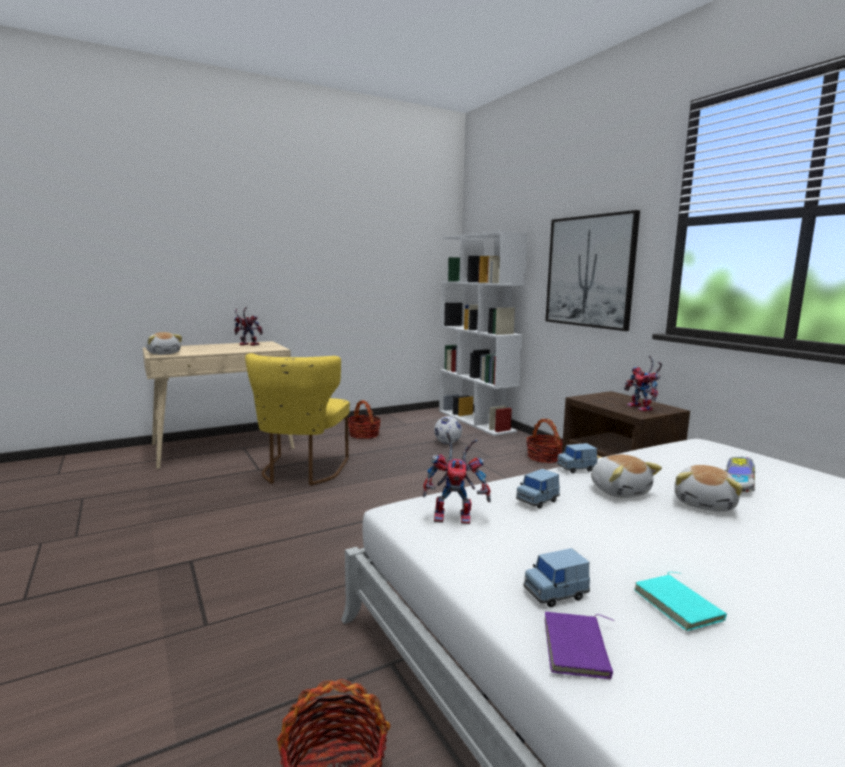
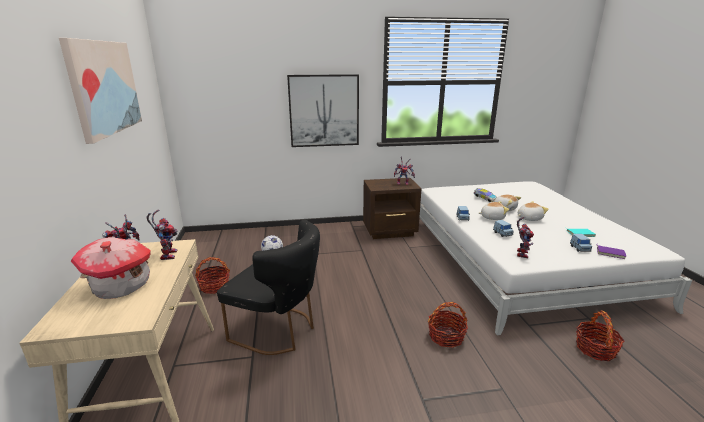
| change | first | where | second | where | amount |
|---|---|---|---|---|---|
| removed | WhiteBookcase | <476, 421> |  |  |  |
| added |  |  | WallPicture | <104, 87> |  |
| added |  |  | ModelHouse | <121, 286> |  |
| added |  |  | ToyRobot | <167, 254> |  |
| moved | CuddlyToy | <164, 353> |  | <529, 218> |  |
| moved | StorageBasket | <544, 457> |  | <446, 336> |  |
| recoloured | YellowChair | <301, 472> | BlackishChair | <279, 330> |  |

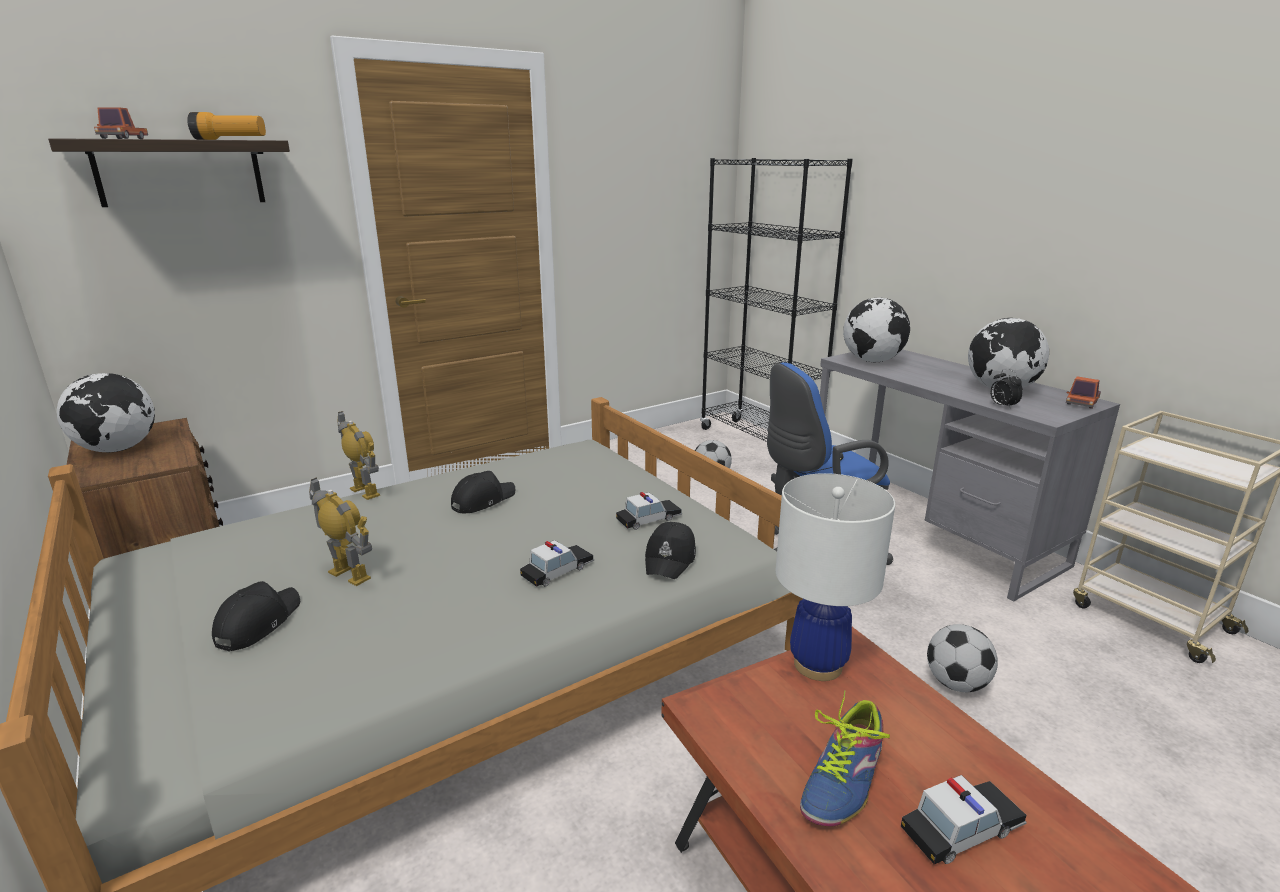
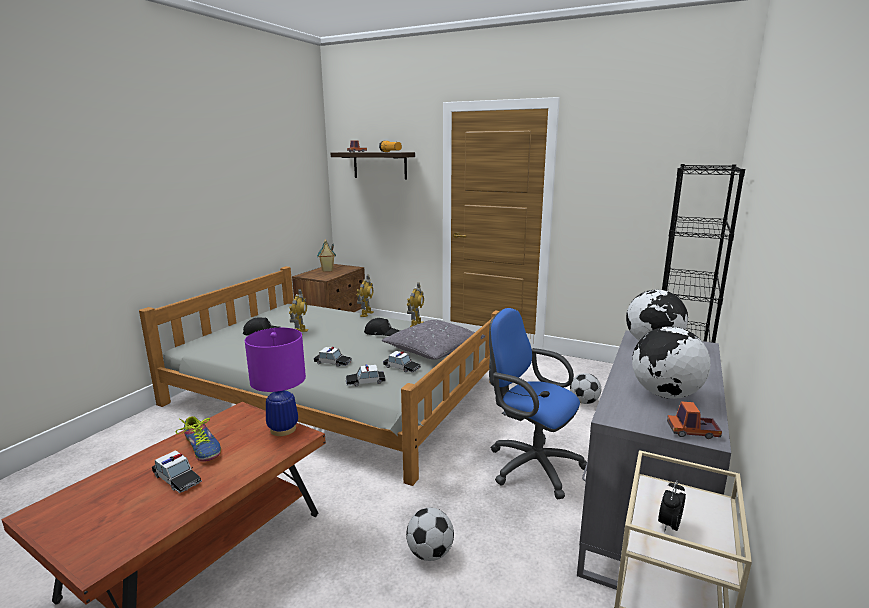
| change | first | where | second | where | amount |
|---|---|---|---|---|---|
| added |  |  | GrayCushion | <433, 349> |  |
| added |  |  | ToyRobot | <416, 324> |  |
| moved | TableClock | <1002, 406> |  | <669, 525> |  |
| replaced | WorldGlobe | <118, 449> | ModelHouse | <327, 270> |  |
| replaced | BlackishCap | <671, 559> | ModelCar | <365, 382> |  |
| recoloured | WhiteTableLamp | <817, 664> | PurpleTableLamp | <283, 429> |  |
| turned | LowShoe | <843, 778> |  | <202, 447> | 135 degrees counterclockwise |

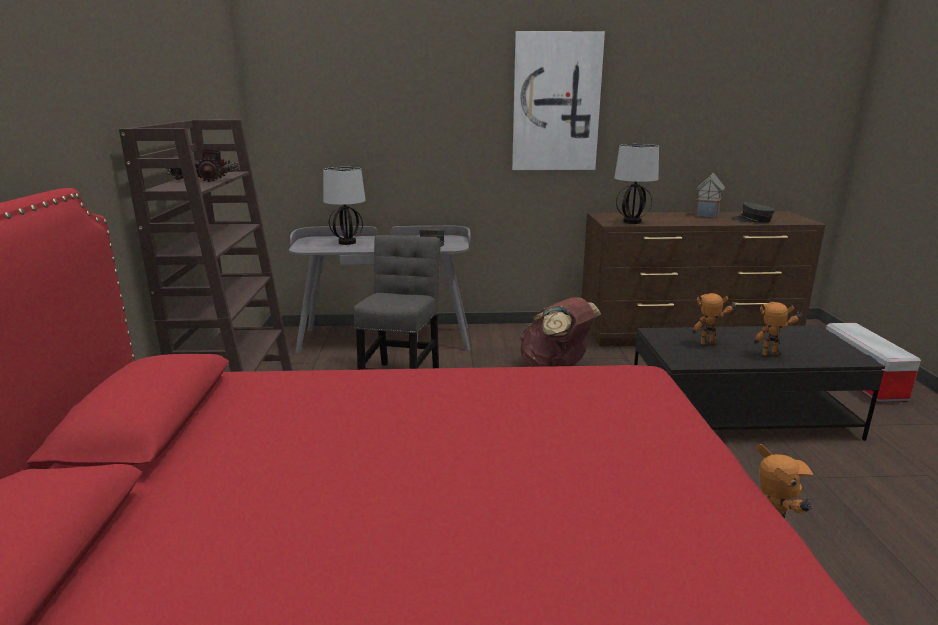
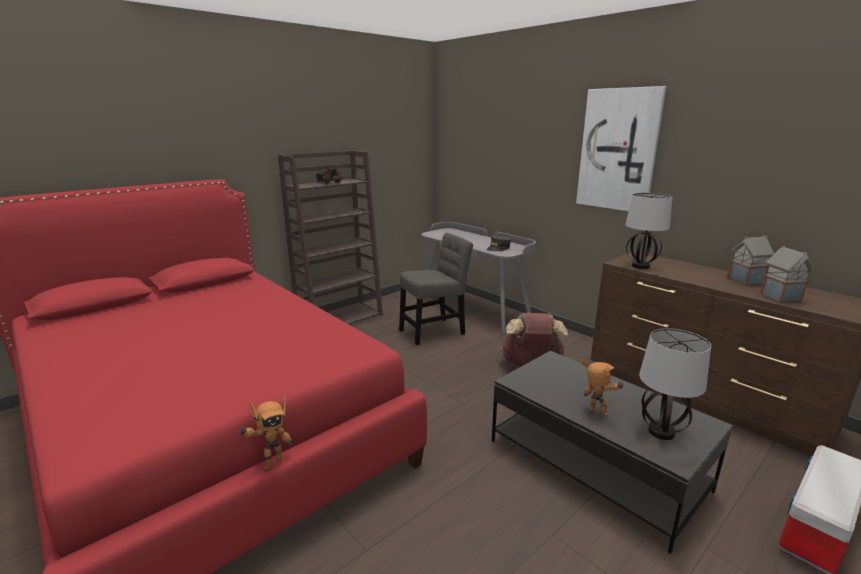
| change | first | where | second | where | amount |
|---|---|---|---|---|---|
| removed | ToyRobot | <710, 345> |  |  |  |
| moved | TableLamp | <347, 242> |  | <661, 432> |  |
| replaced | GrayCap | <752, 220> | ModelHouse | <781, 297> |  |

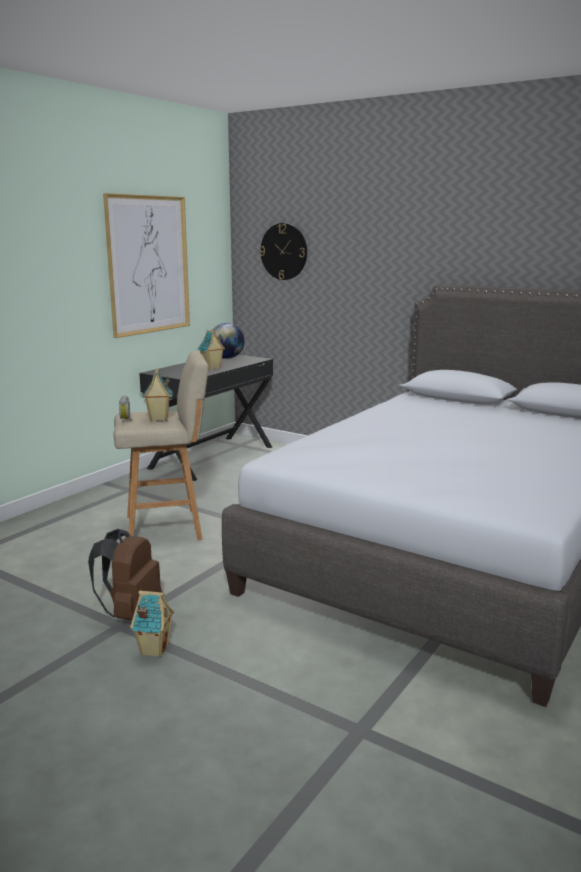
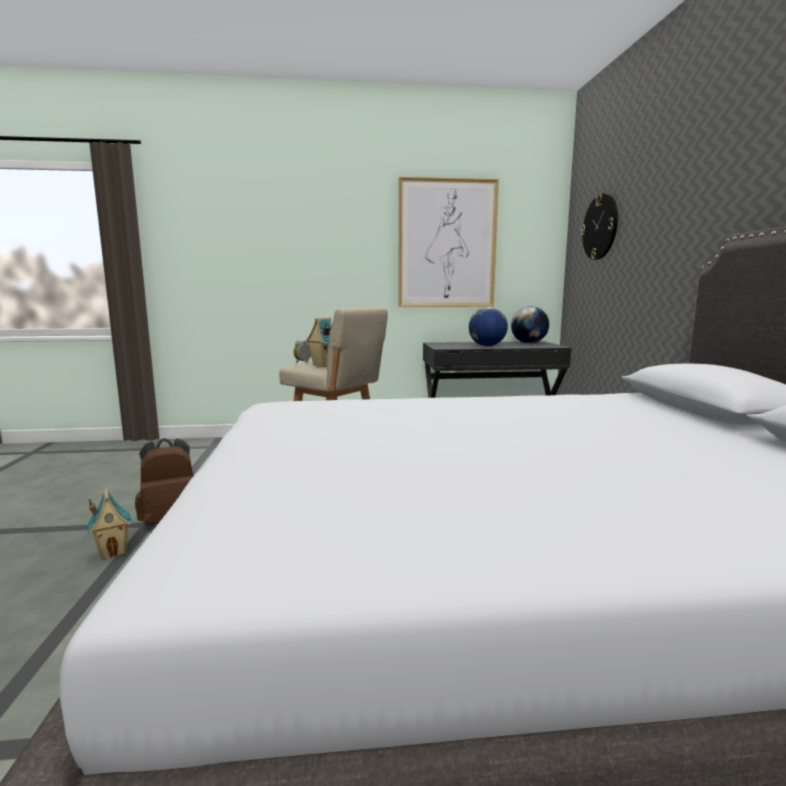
| change | first | where | second | where | amount |
|---|---|---|---|---|---|
| replaced | ModelHouse | <212, 368> | WorldGlobe | <487, 346> |  |

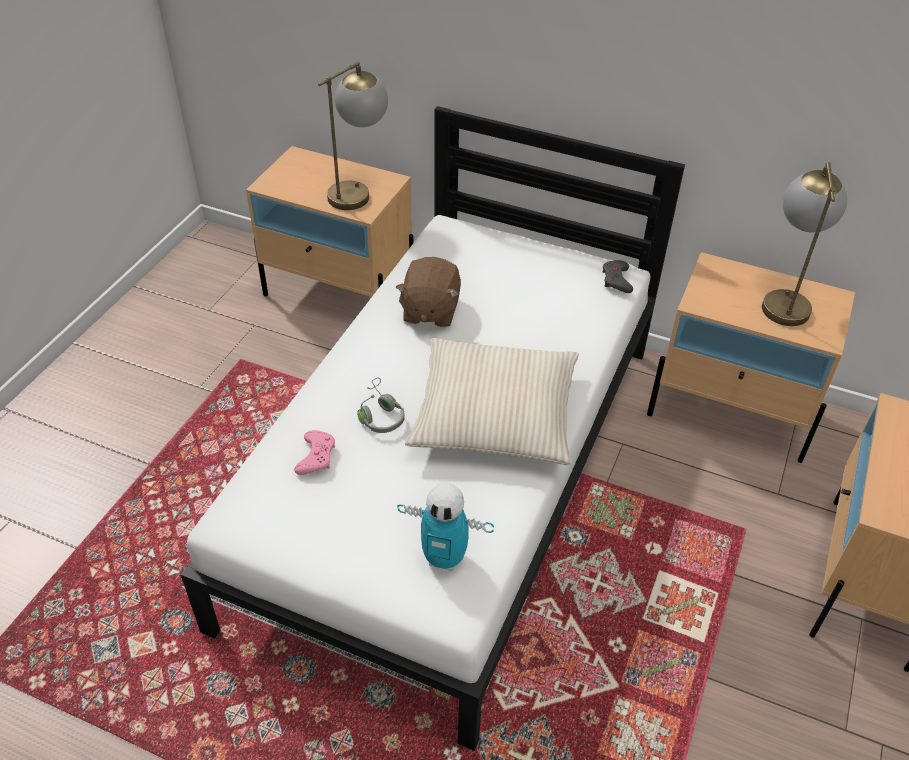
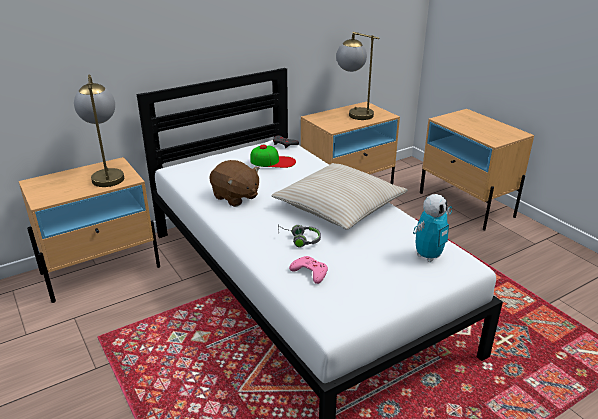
| change | first | where | second | where | amount |
|---|---|---|---|---|---|
| added |  |  | Cap | <273, 161> |  |

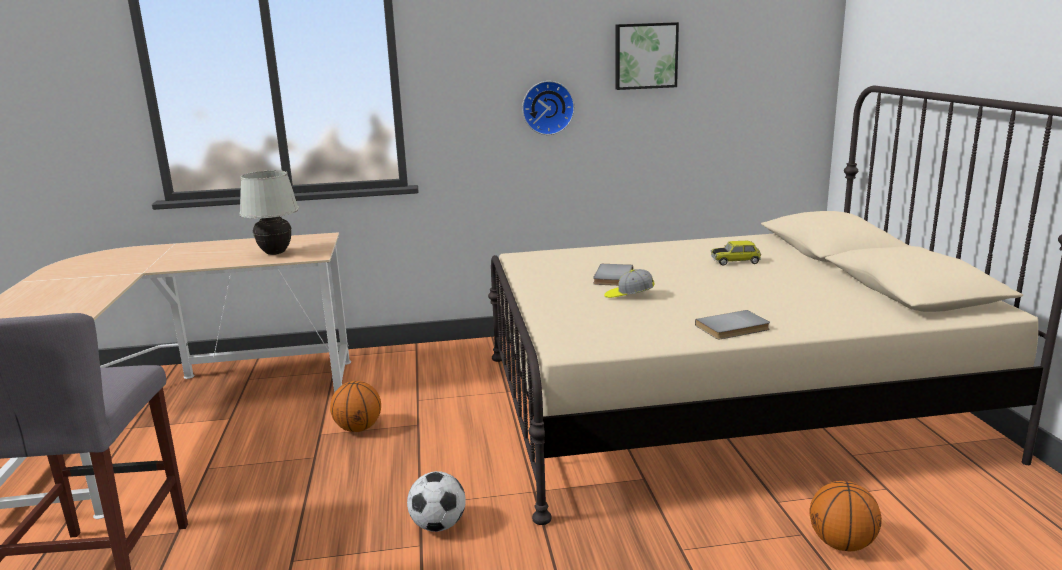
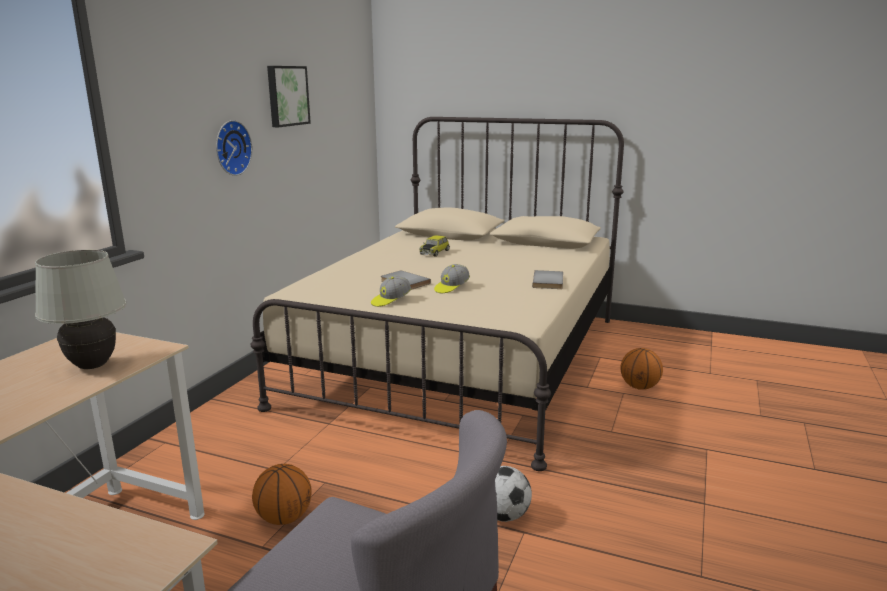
| change | first | where | second | where | amount |
|---|---|---|---|---|---|
| added |  |  | Cap | <390, 300> |  |

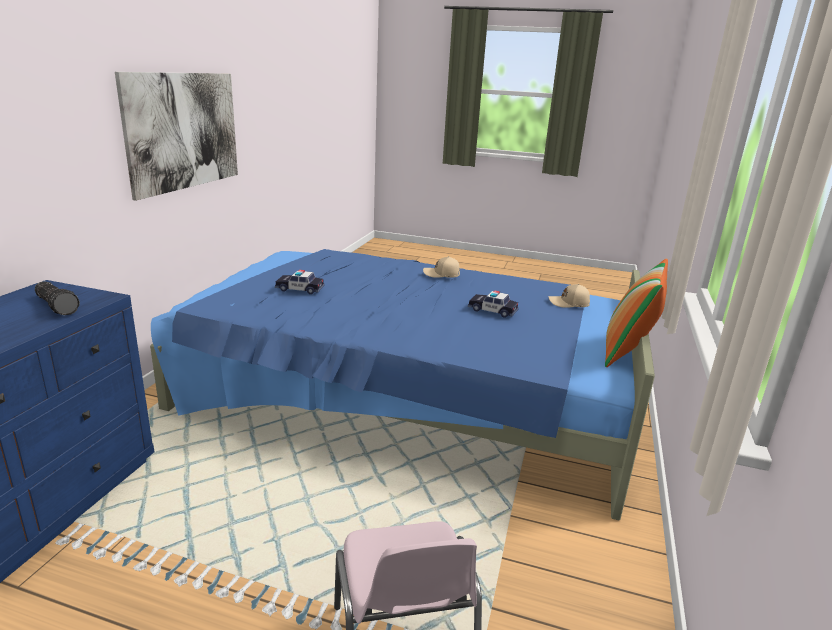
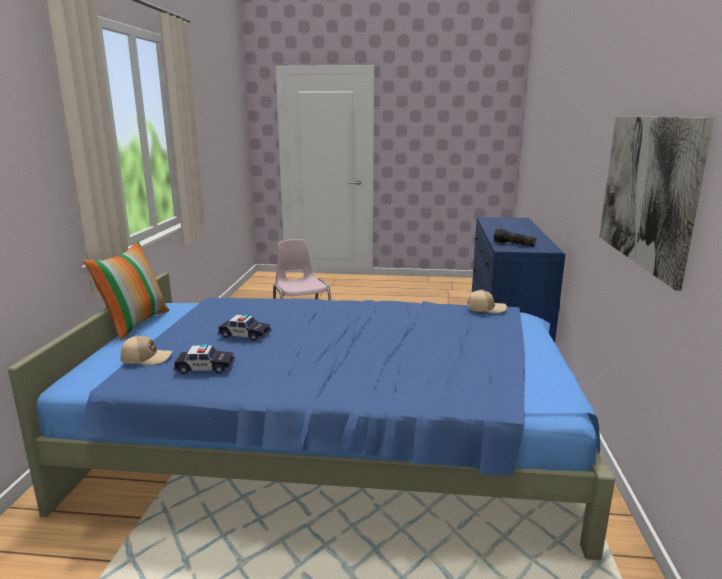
| change | first | where | second | where | amount |
|---|---|---|---|---|---|
| moved | ModelCar | <300, 289> |  | <205, 368> |  |
| moved | BeigeColouredCap | <442, 274> |  | <485, 308> |  |

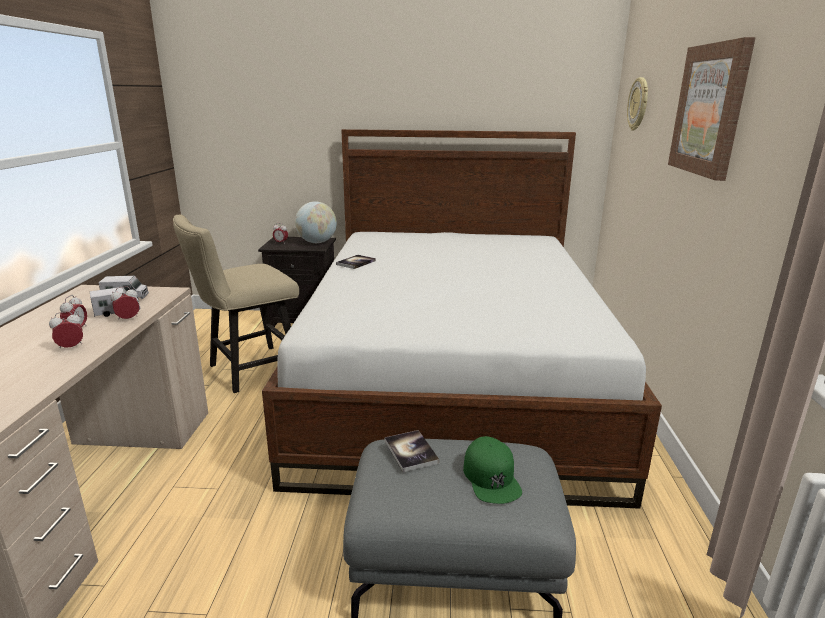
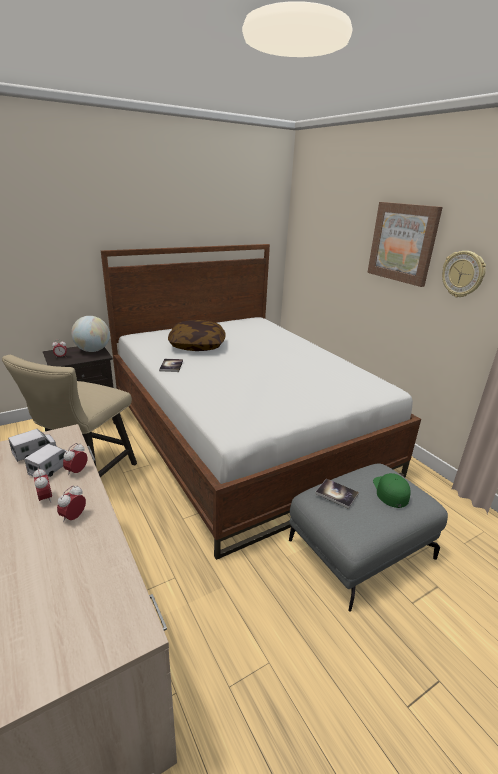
| change | first | where | second | where | amount |
|---|---|---|---|---|---|
| added |  |  | Cushion | <197, 345> |  |
| moved | HangingClock | <639, 104> |  | <463, 274> |  |
| turned | GreenColouredCap | <491, 477> |  | <390, 491> | 135 degrees counterclockwise |

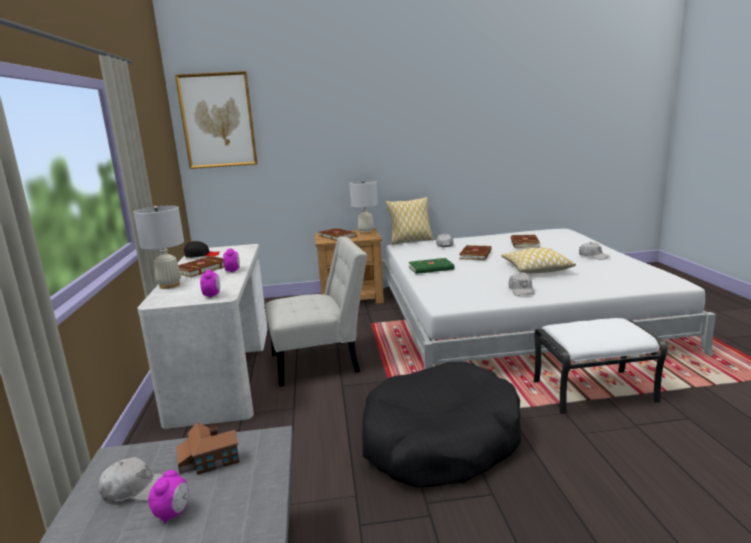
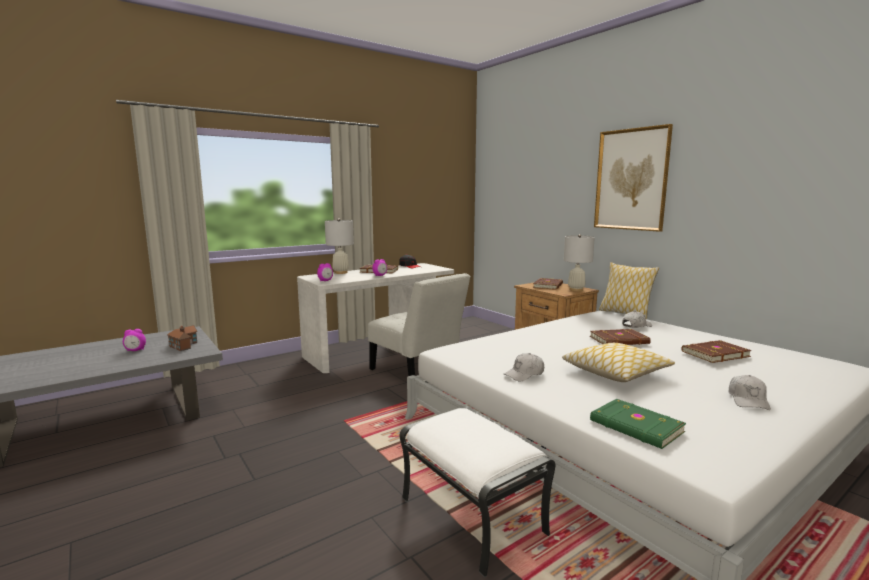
| change | first | where | second | where | amount |
|---|---|---|---|---|---|
| removed | WhiteCap | <136, 489> |  |  |  |
| removed | BlackishDogCushion | <440, 441> |  |  |  |
| moved | WallPicture | <218, 120> |  | <631, 179> |  |
| moved | GreenColouredVolume | <431, 268> |  | <636, 427> |  |

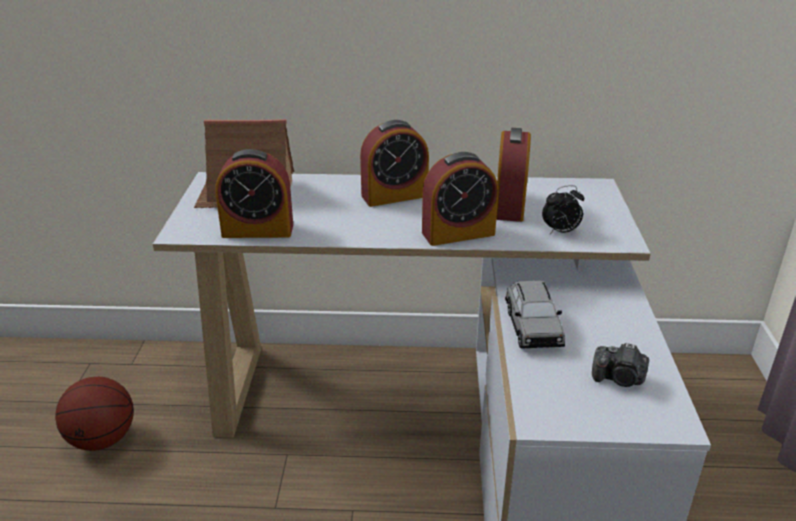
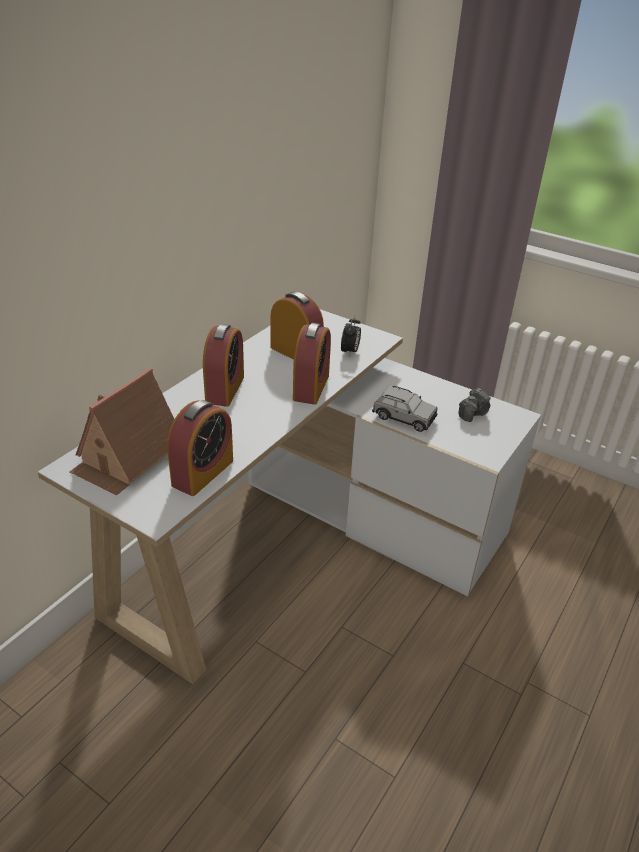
| change | first | where | second | where | amount |
|---|---|---|---|---|---|
| removed | Basketball | <102, 439> |  |  |  |

